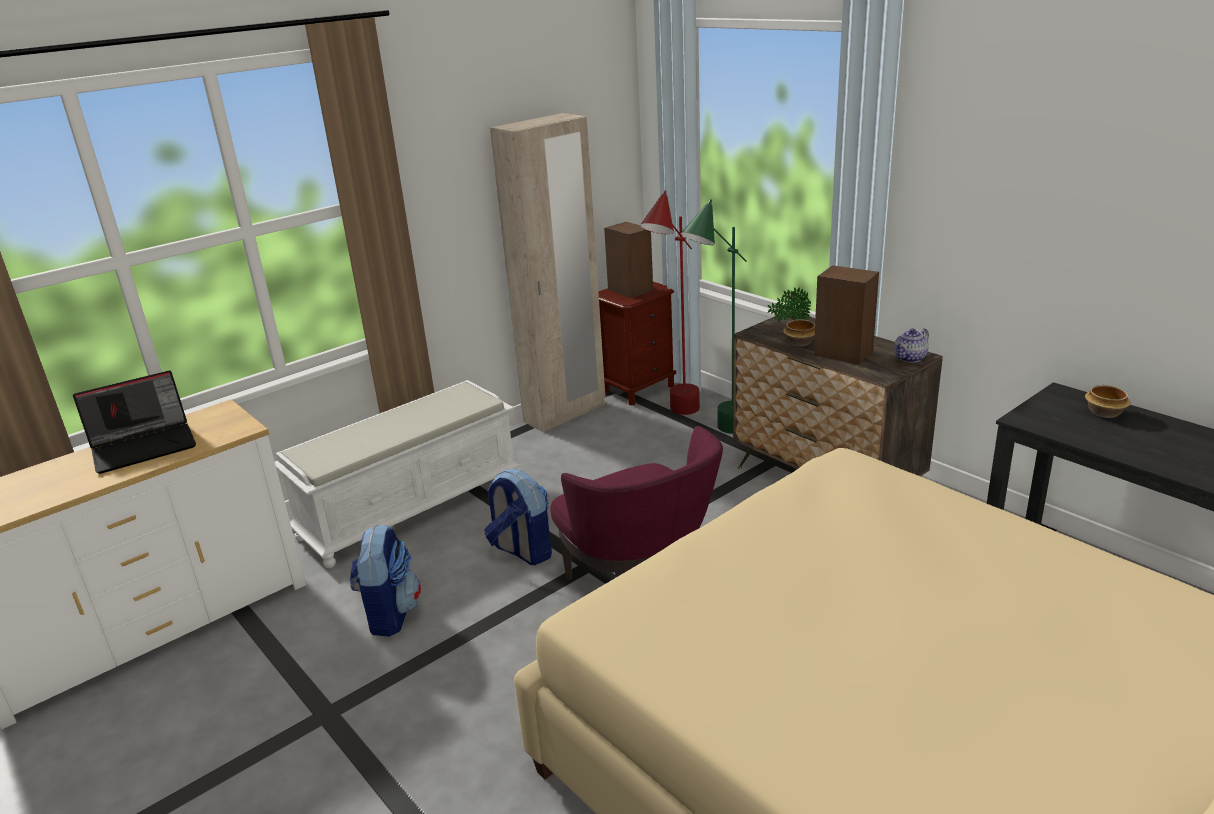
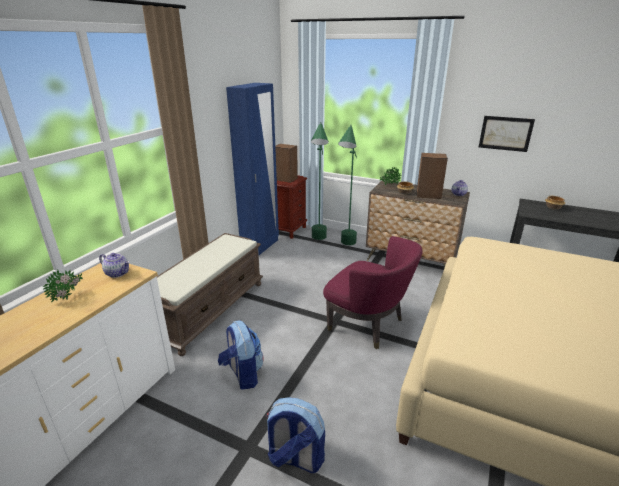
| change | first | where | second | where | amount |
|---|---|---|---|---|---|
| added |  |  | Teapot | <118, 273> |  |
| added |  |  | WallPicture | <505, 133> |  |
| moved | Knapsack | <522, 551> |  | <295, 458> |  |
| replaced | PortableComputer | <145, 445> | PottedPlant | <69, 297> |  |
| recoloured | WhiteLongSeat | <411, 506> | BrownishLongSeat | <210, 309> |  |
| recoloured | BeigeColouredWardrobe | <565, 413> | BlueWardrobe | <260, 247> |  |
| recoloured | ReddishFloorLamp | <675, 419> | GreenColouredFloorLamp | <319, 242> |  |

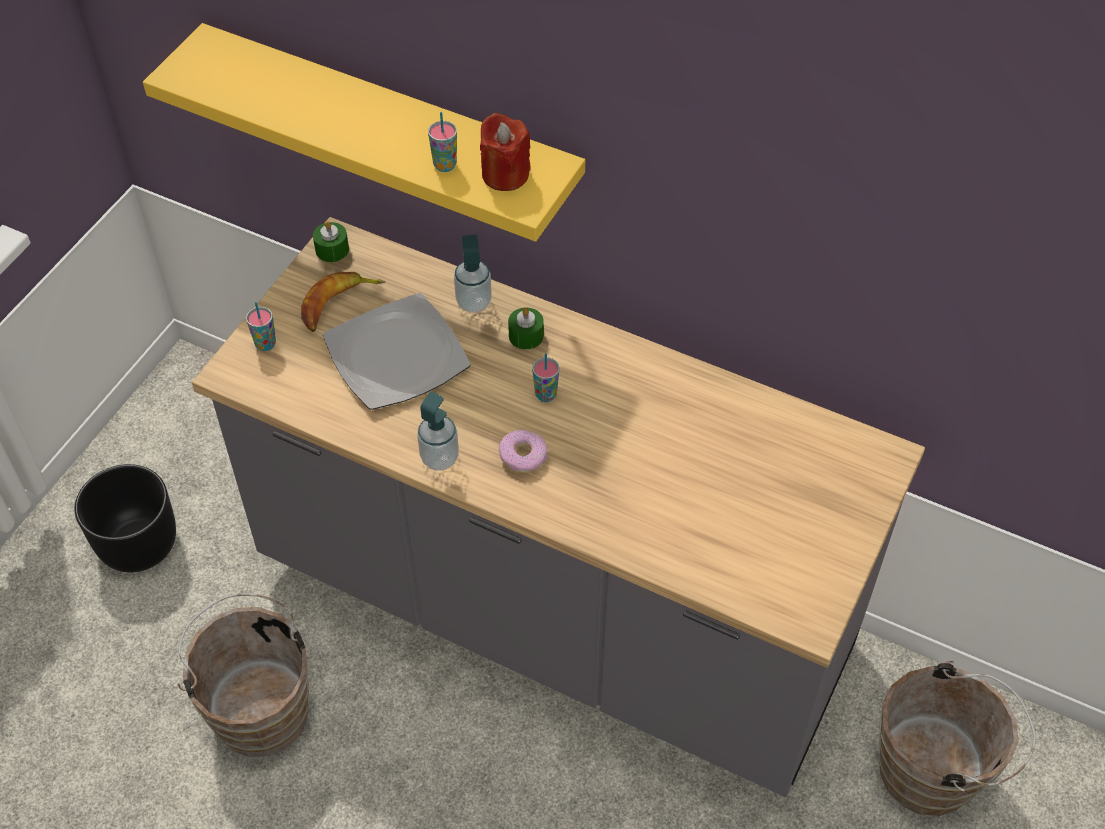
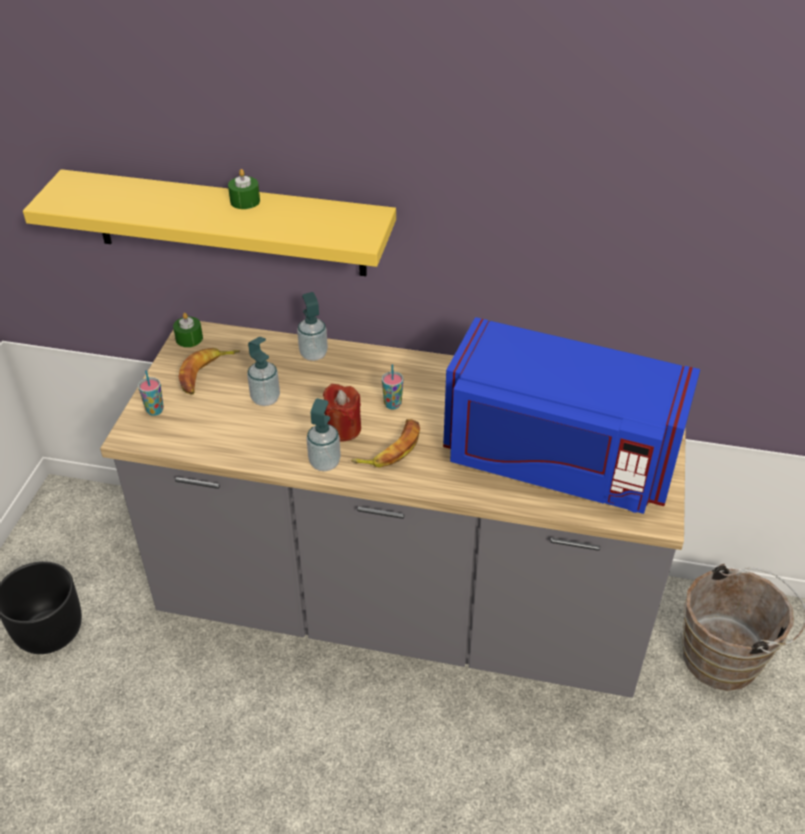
| change | first | where | second | where | amount |
|---|---|---|---|---|---|
| removed | BrownishWaterBucket | <260, 706> |  |  |  |
| removed | SmallCup | <445, 165> |  |  |  |
| added |  |  | BlueMicrowaveOven | <557, 459> |  |
| moved | ReddishCandle | <505, 174> |  | <343, 429> |  |
| moved | GreenColouredCandle | <526, 335> |  | <245, 201> |  |
| replaced | DinnerPlate | <397, 354> | SoapBottle | <265, 399> |  |
| replaced | Doughnut | <523, 456> | BananaFruit | <391, 448> |  |

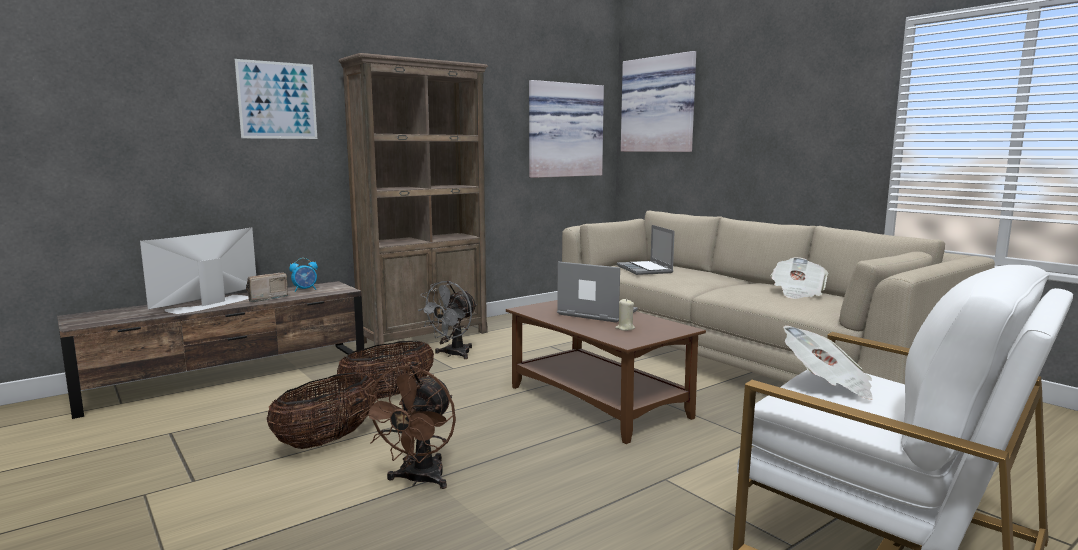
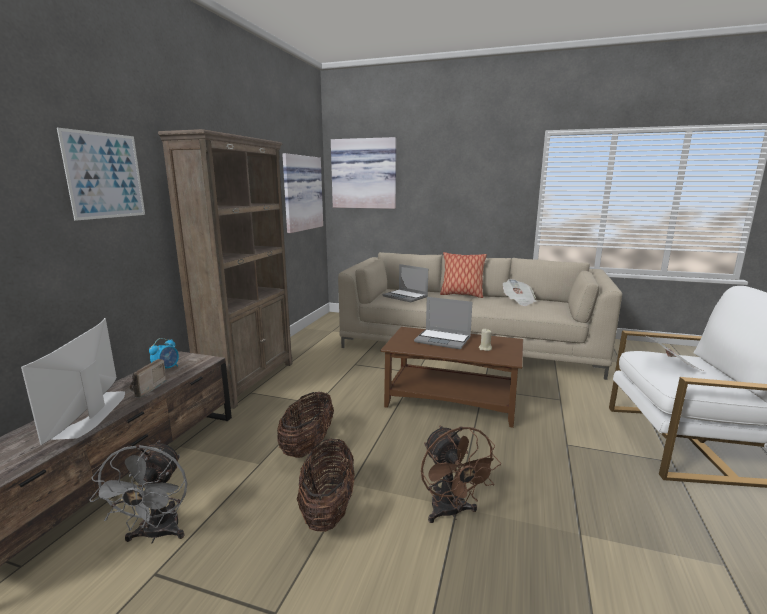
| change | first | where | second | where | amount |
|---|---|---|---|---|---|
| added |  |  | Cushion | <461, 295> |  |
| moved | GrayCoolingFan | <453, 355> |  | <156, 535> |  |
| turned | PortableComputer | <595, 313> |  | <443, 340> | 150 degrees counterclockwise |

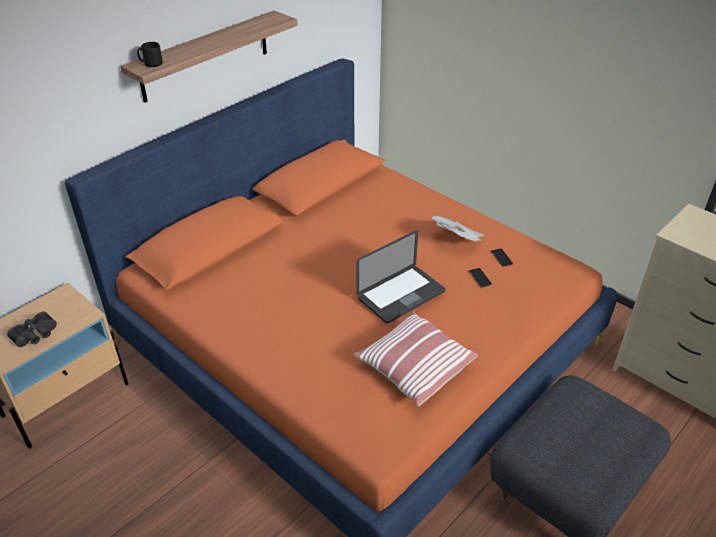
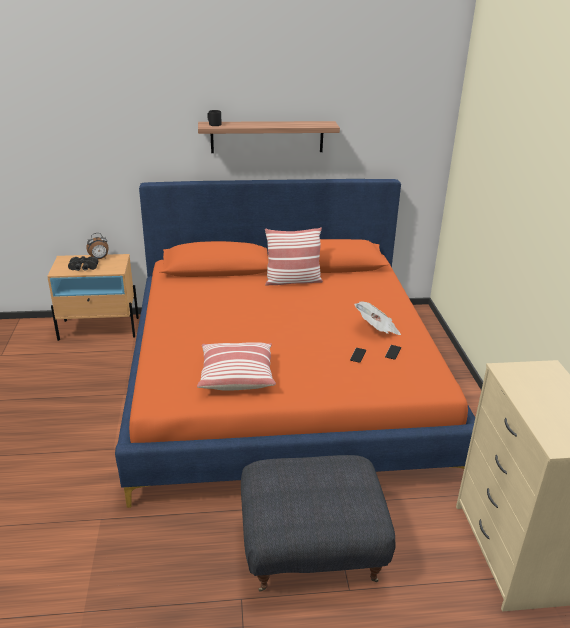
| change | first | where | second | where | amount |
|---|---|---|---|---|---|
| removed | PortableComputer | <401, 295> |  |  |  |
| added |  |  | TableClock | <99, 259> |  |
| added |  |  | Cushion | <293, 281> |  |

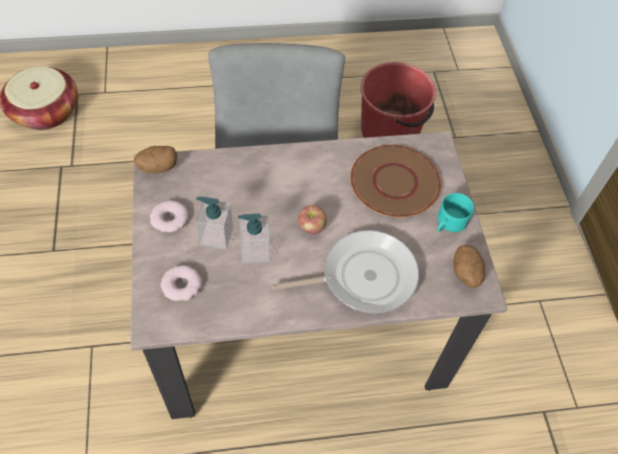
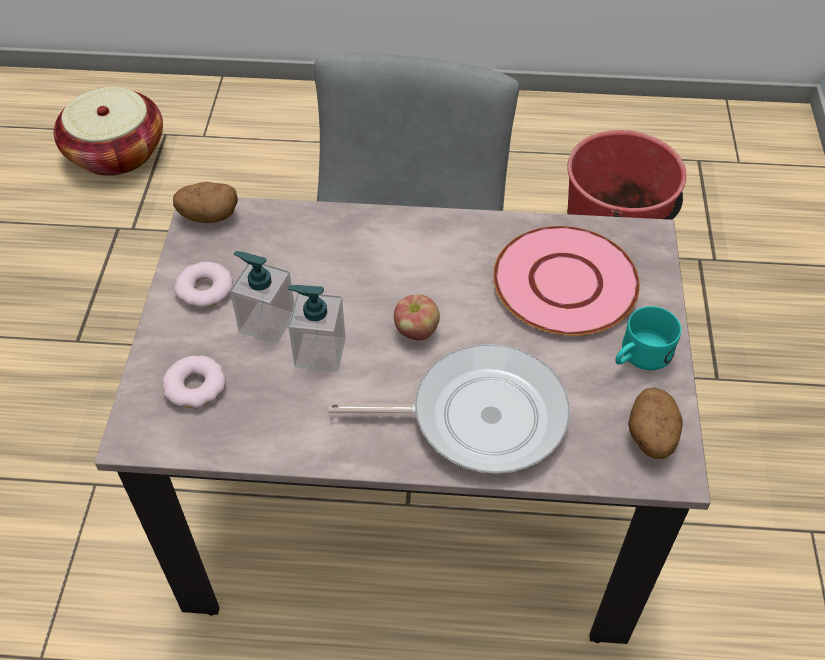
| change | first | where | second | where | amount |
|---|---|---|---|---|---|
| recoloured | BrownishDinnerPlate | <394, 181> | PinkColouredDinnerPlate | <564, 282> |  |

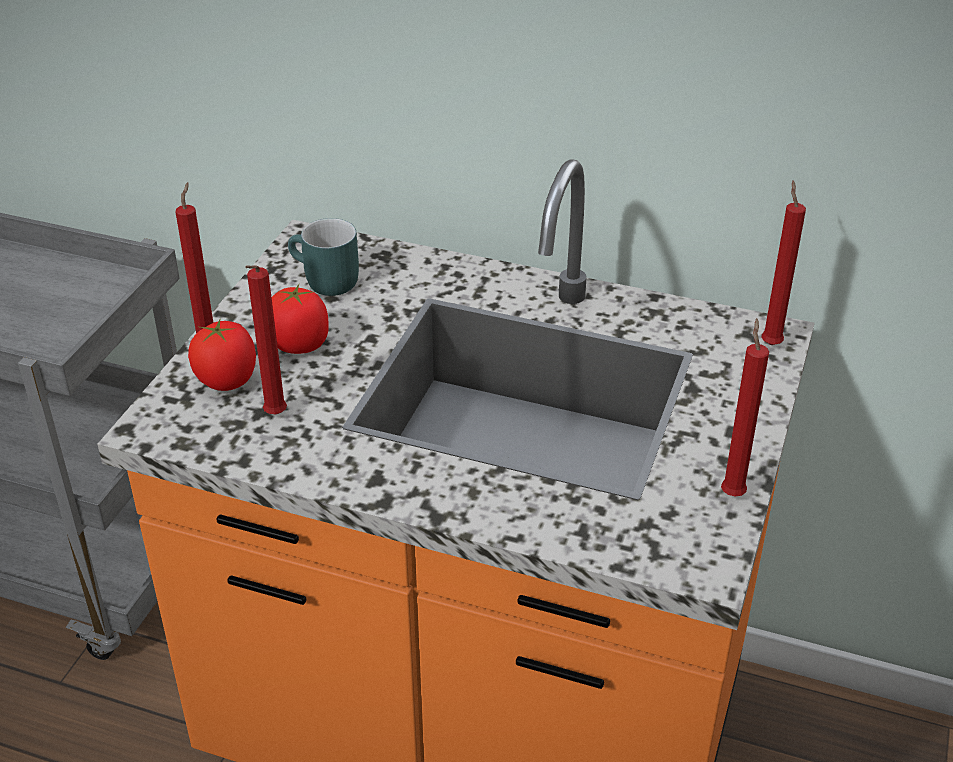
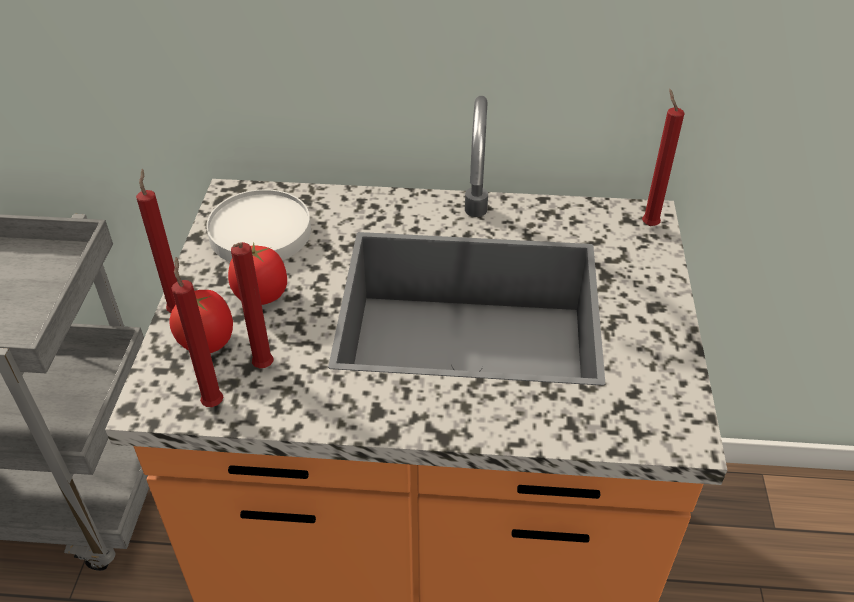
| change | first | where | second | where | amount |
|---|---|---|---|---|---|
| moved | ReddishCandle | <732, 492> |  | <213, 401> |  |
| replaced | TurquoiseColouredTeaMug | <323, 282> | WhiteDinnerPlate | <261, 232> |  |

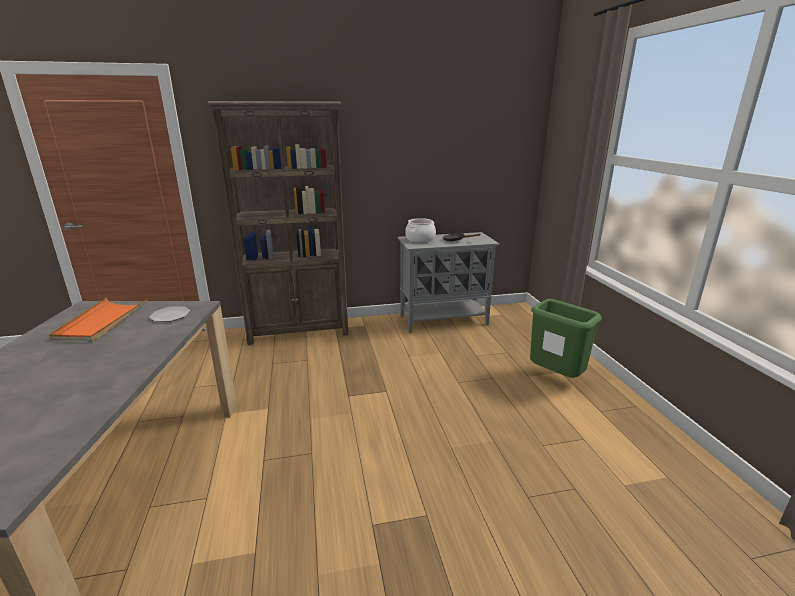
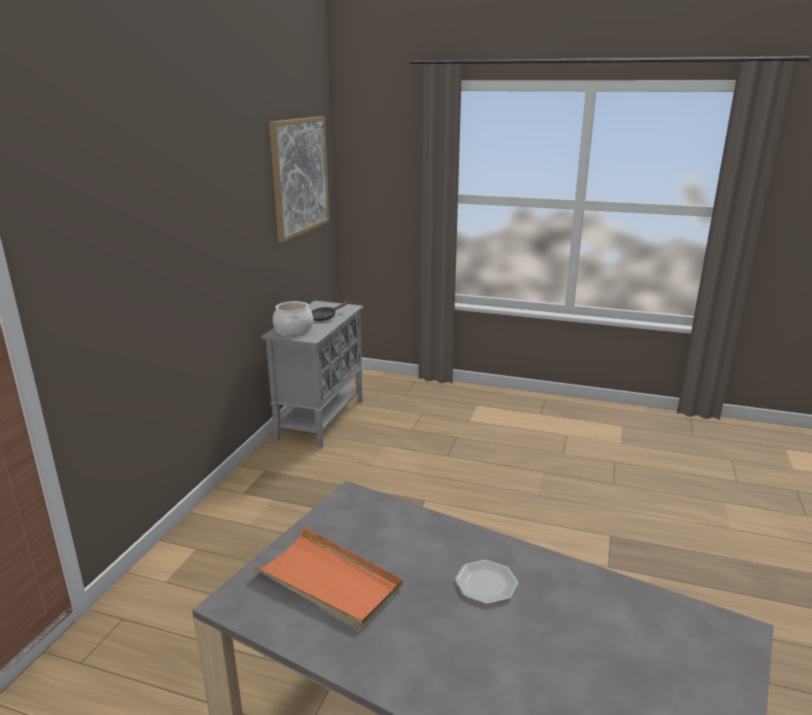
| change | first | where | second | where | amount |
|---|---|---|---|---|---|
| removed | BrownishBookcase | <299, 331> |  |  |  |
| removed | GreenColouredWasteBin | <556, 378> |  |  |  |
| added |  |  | WallPicture | <300, 176> |  |
| moved | DinnerPlate | <171, 315> |  | <486, 583> |  |

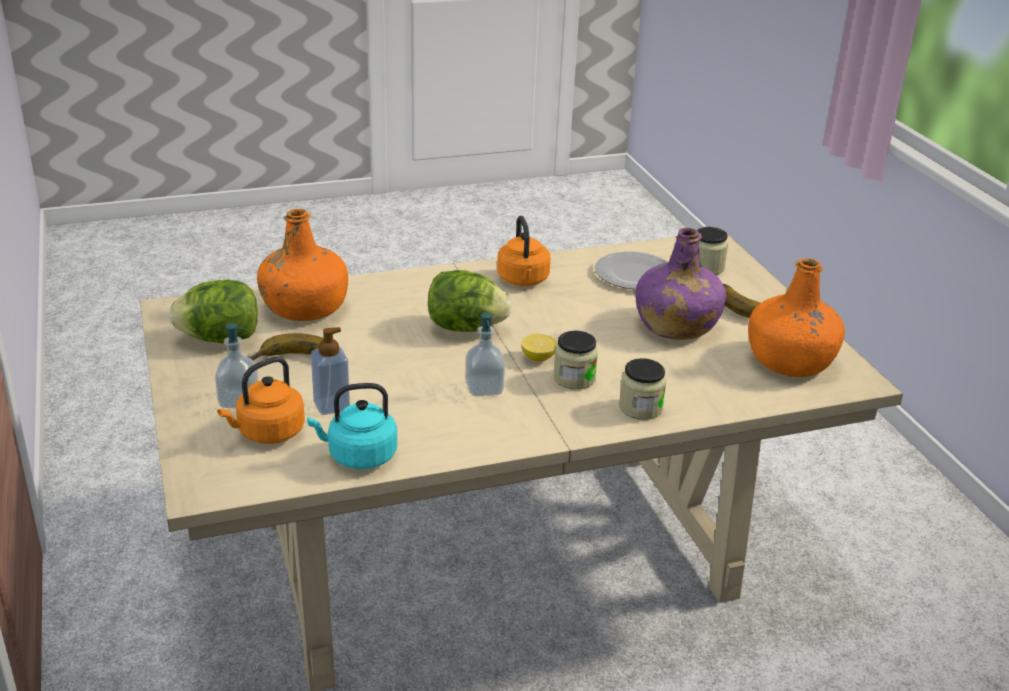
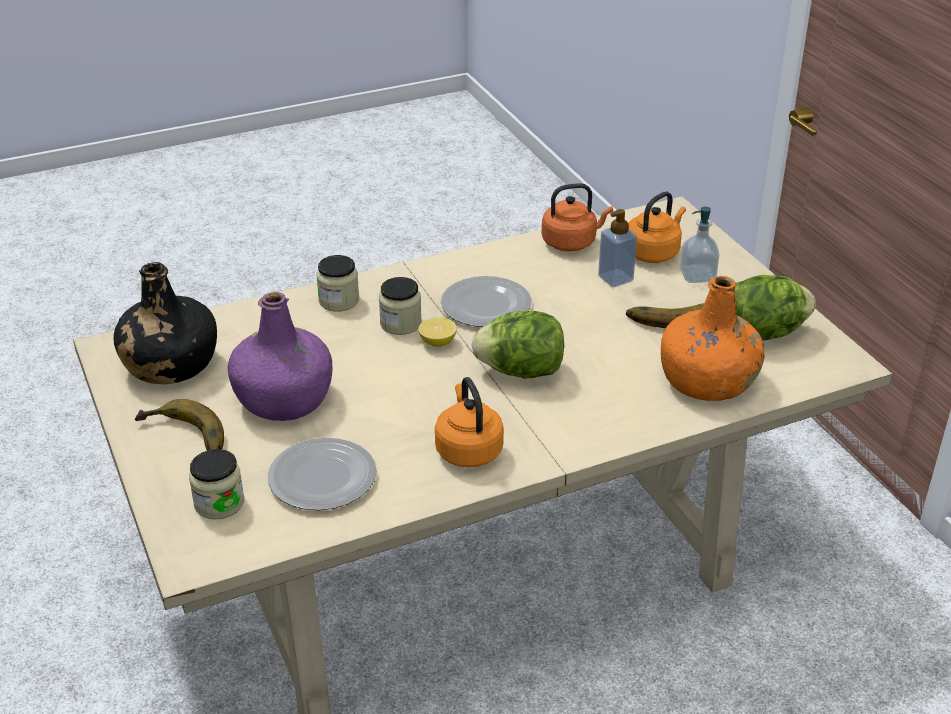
| change | first | where | second | where | amount |
|---|---|---|---|---|---|
| replaced | SoapBottle | <484, 388> | DinnerPlate | <485, 306> |  |
| recoloured | TurquoiseColouredWaterKettle | <358, 456> | OrangeyWaterKettle | <571, 242> |  |
| recoloured | OrangeyBeverageBottle | <791, 360> | BlackishBeverageBottle | <170, 365> |  |

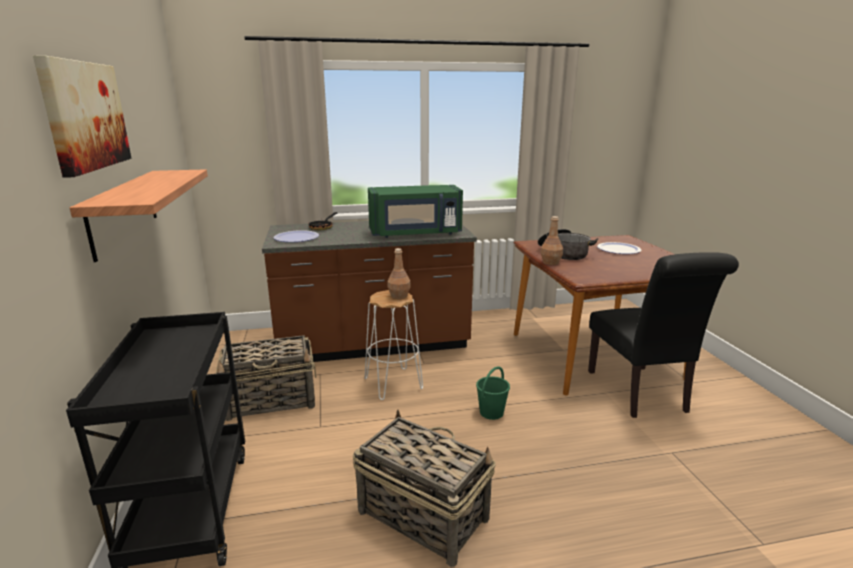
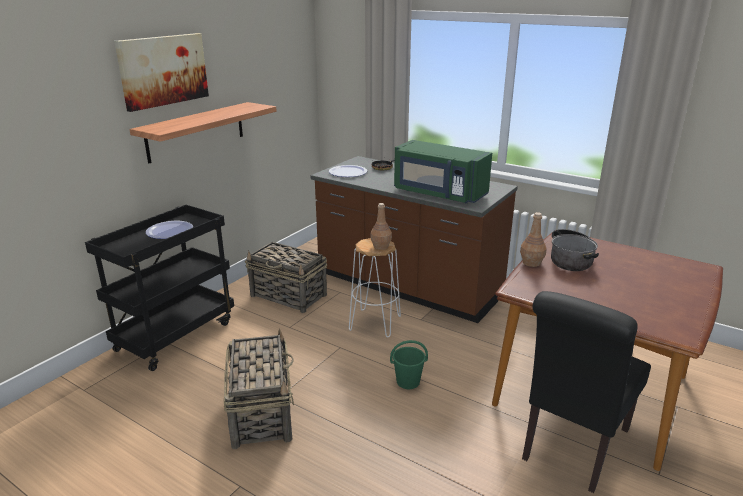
| change | first | where | second | where | amount |
|---|---|---|---|---|---|
| moved | DinnerPlate | <618, 249> |  | <169, 231> |  |

